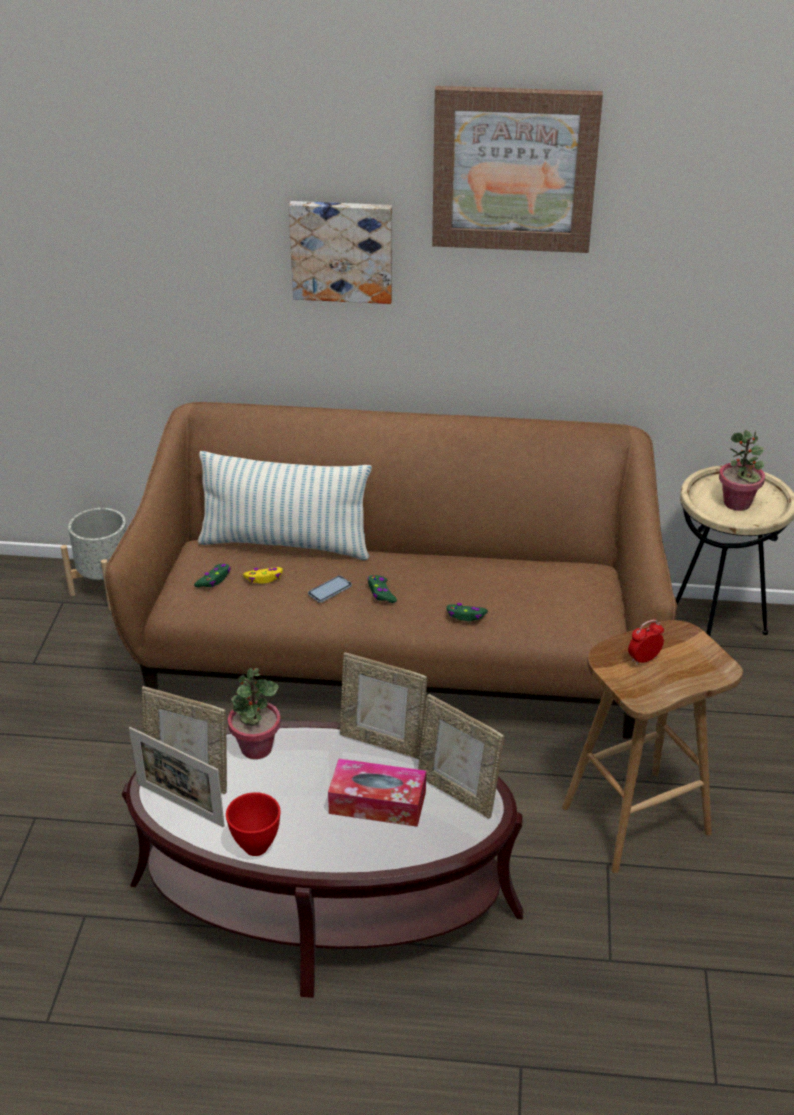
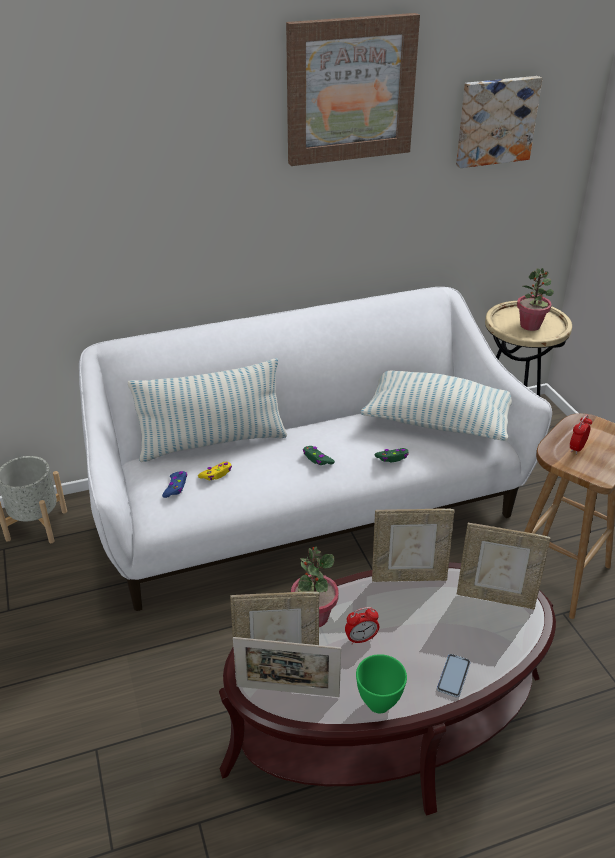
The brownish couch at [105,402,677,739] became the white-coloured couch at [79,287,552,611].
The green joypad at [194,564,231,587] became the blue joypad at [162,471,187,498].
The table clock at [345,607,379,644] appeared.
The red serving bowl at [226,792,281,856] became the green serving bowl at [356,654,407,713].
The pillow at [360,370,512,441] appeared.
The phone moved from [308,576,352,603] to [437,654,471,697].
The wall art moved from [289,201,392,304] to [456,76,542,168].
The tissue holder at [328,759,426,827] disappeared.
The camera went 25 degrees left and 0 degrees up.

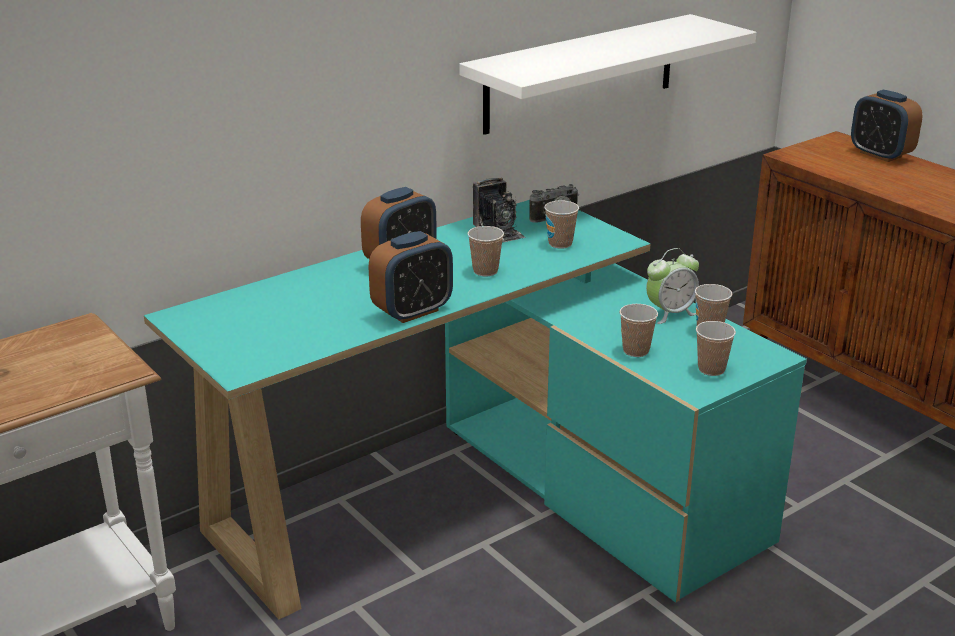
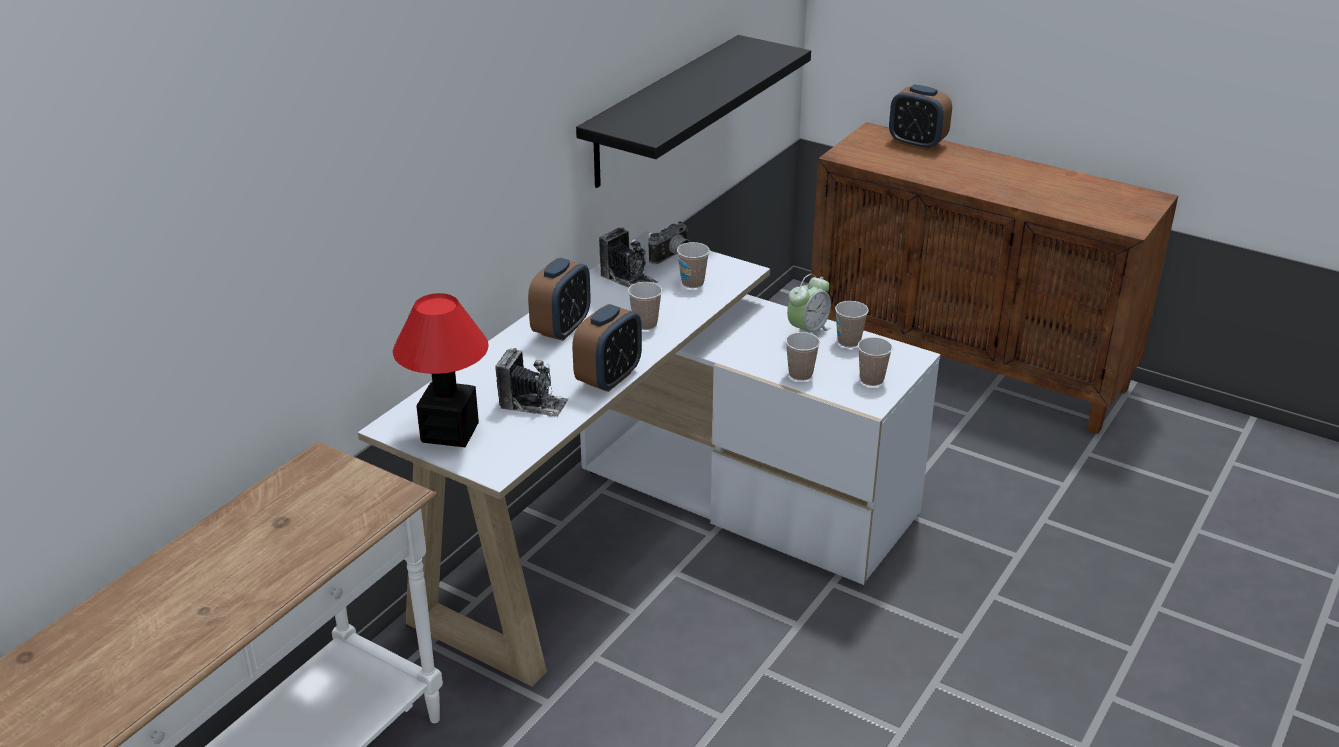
The turquoise desk unit at [144,200,807,619] became the white-coloured desk unit at [358,231,941,687].
The table lamp at [393,293,489,447] appeared.
The still camera at [495,348,569,417] appeared.
The white-coloured wall shelf at [459,14,757,135] became the blackish wall shelf at [576,35,811,188].
The camera went 20 degrees left and 5 degrees up.

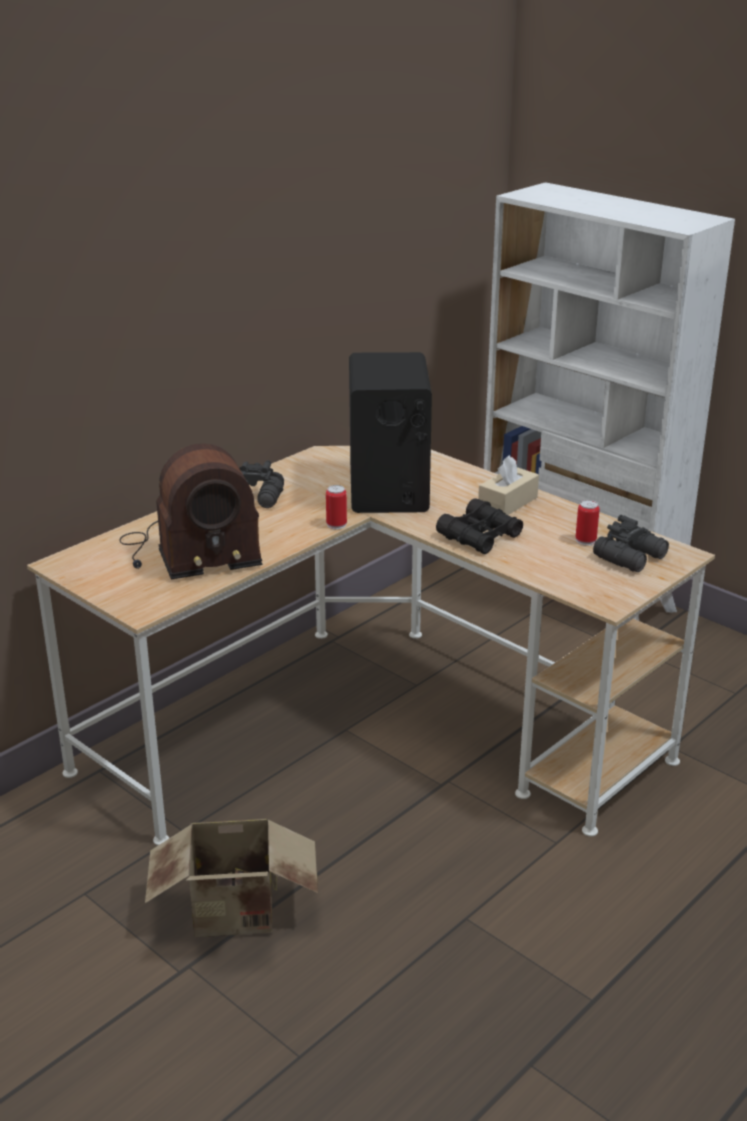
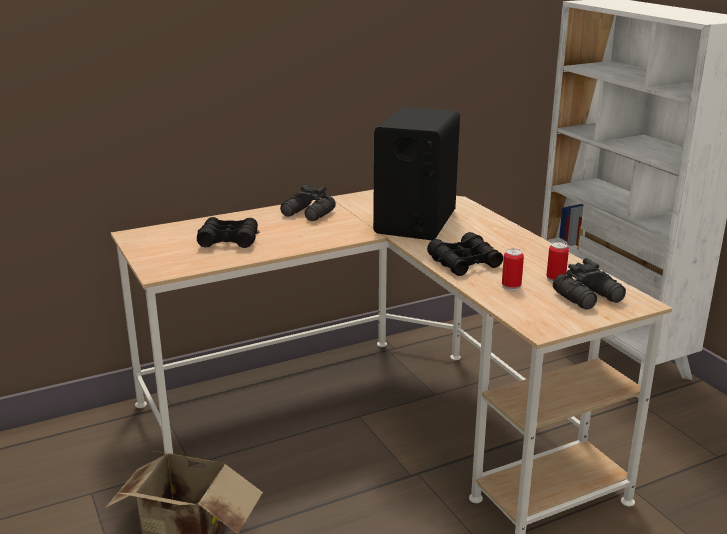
The radio set at [120,443,262,580] was replaced by the blackish pair of binoculars at [197,217,258,248].
The can moved from [326,485,347,529] to [502,248,524,291].
The beige tissue holder at [478,455,539,515] disappeared.
The camera went 20 degrees right and 5 degrees down.

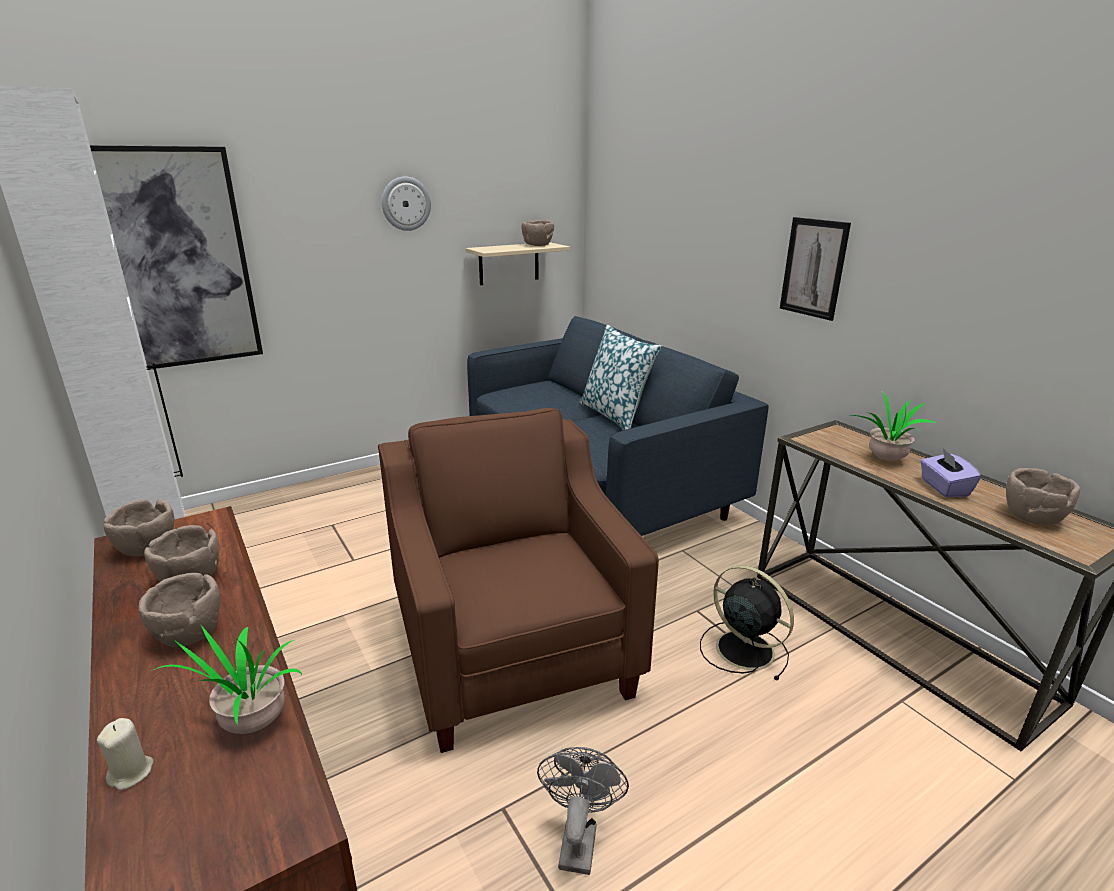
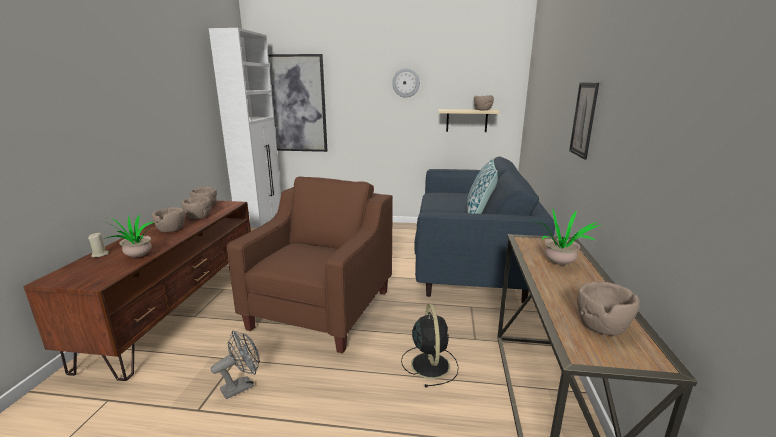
The purplish tissue holder at [920,448,981,497] disappeared.
The camera went 40 degrees right and 5 degrees down.

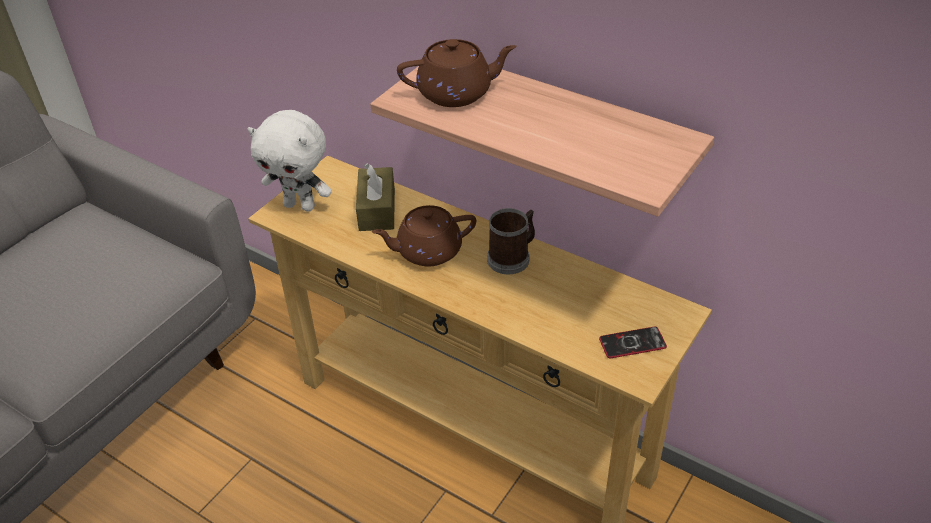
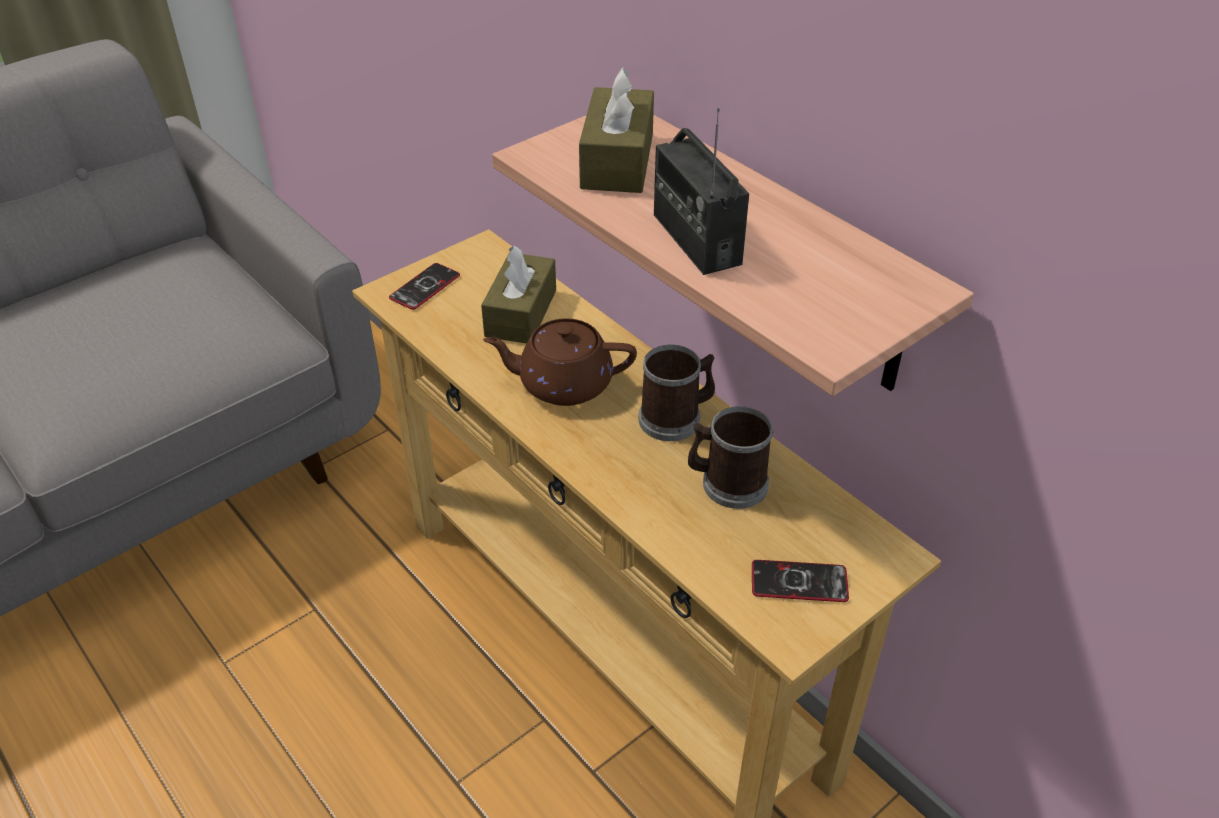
The white-coloured soft toy at [248,110,332,212] was replaced by the phone at [389,263,460,310].
The brownish teapot at [397,39,517,107] was replaced by the brownish tissue holder at [579,67,654,193].
The radio set at [654,108,749,275] appeared.
The coffee mug at [688,406,774,509] appeared.
The camera went 15 degrees right and 0 degrees up.

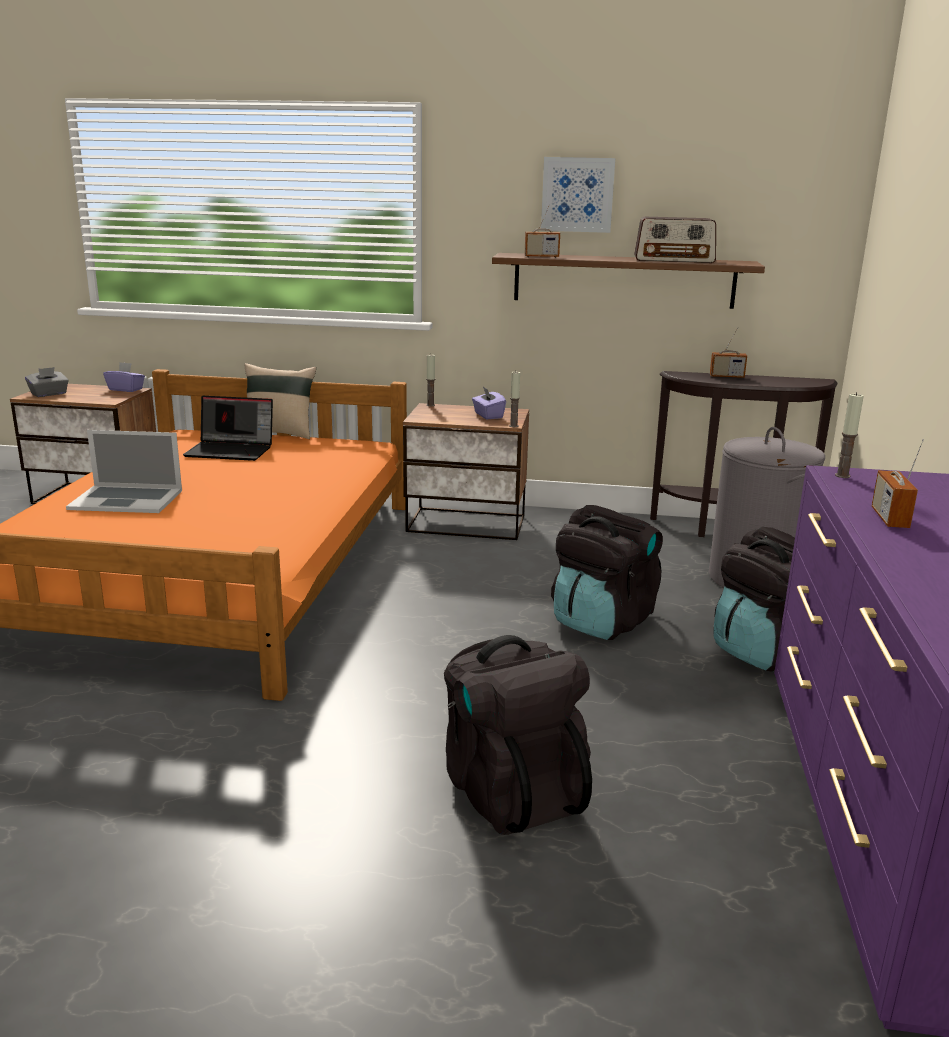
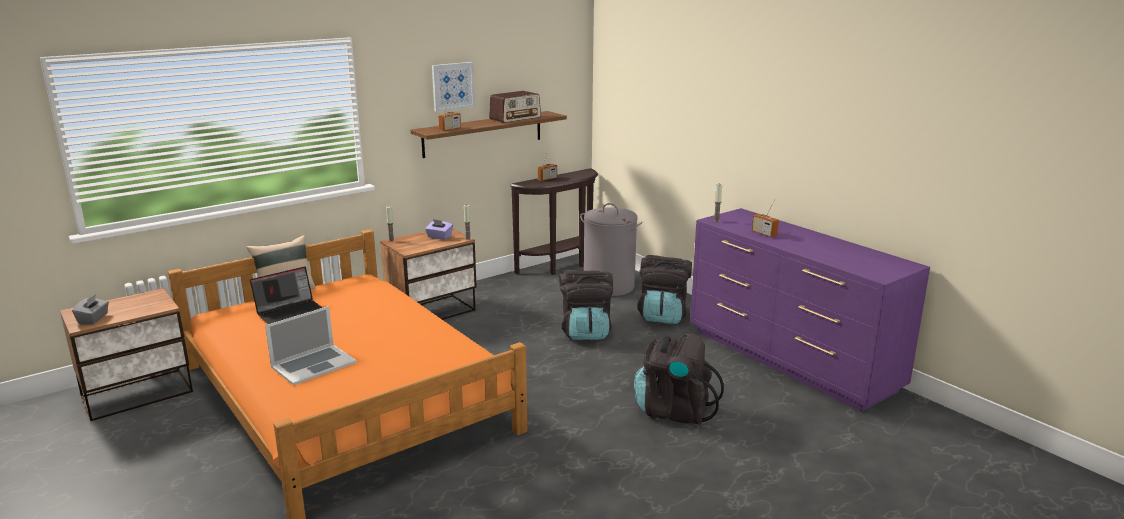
The purplish tissue holder at [103,362,145,392] disappeared.
The camera went 45 degrees left and 0 degrees up.

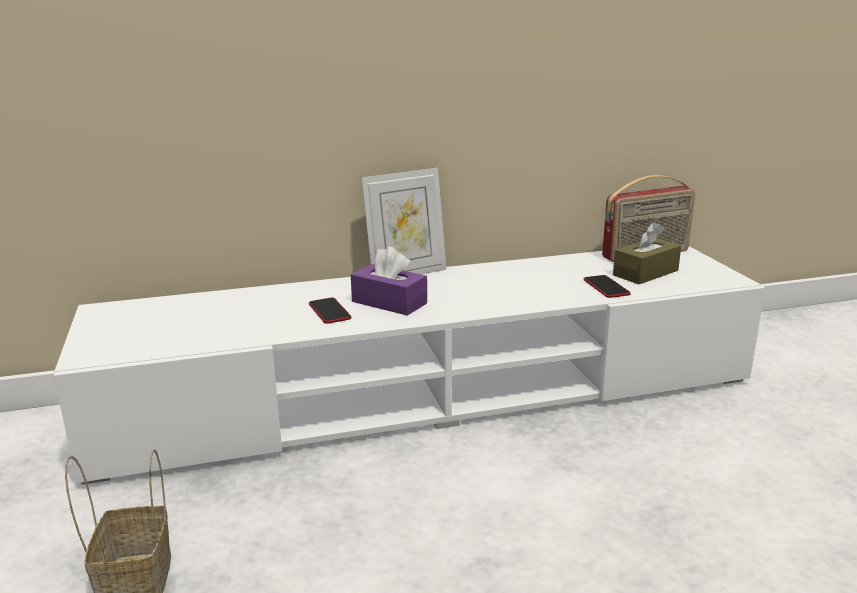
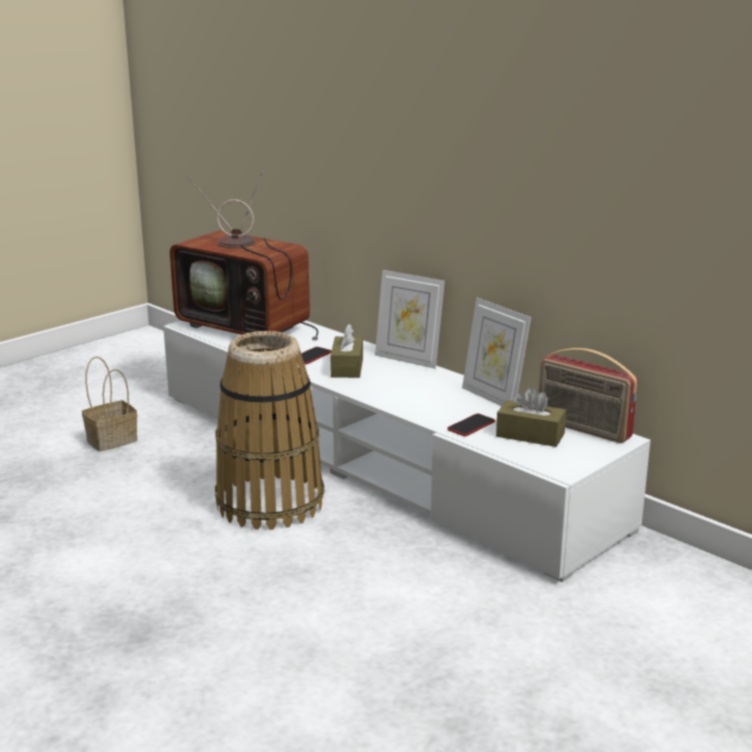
The television at [170,167,318,341] appeared.
The household basket at [215,331,324,530] appeared.
The purplish tissue holder at [351,246,427,315] became the brownish tissue holder at [331,324,363,378].
The photo frame at [462,298,531,406] appeared.
The camera went 60 degrees right and 0 degrees up.

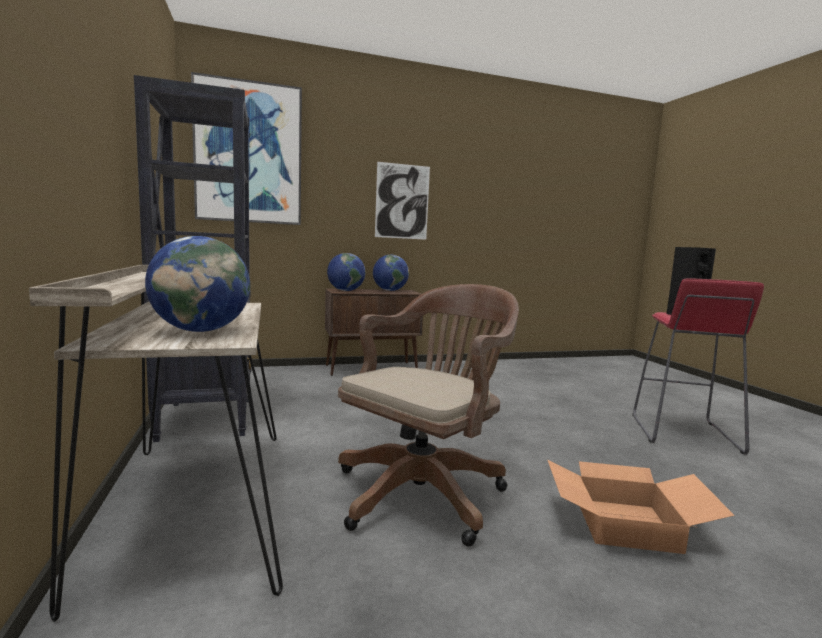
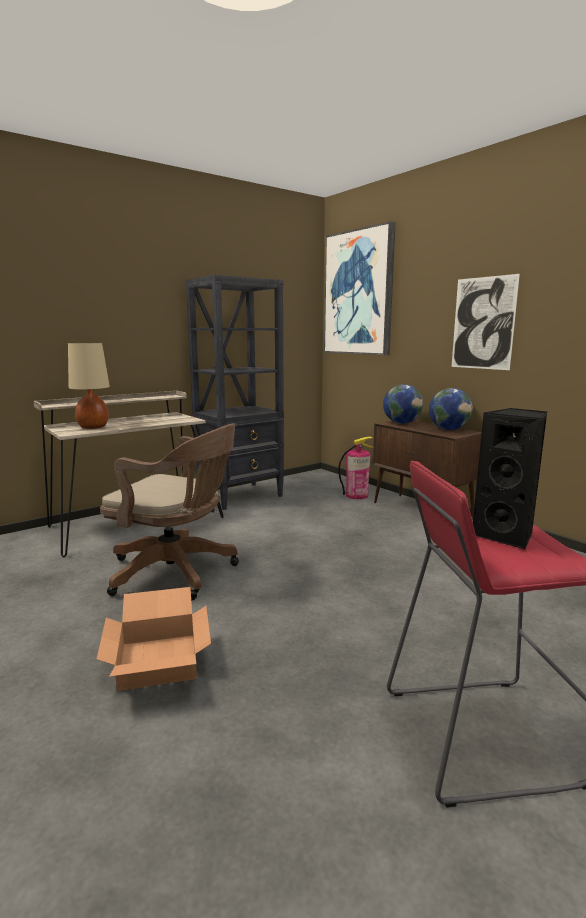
The globe at [145,236,250,332] was replaced by the beige table lamp at [68,343,110,429].
The fire extinguisher at [338,437,373,499] appeared.
The camera went 70 degrees right and 5 degrees up.

